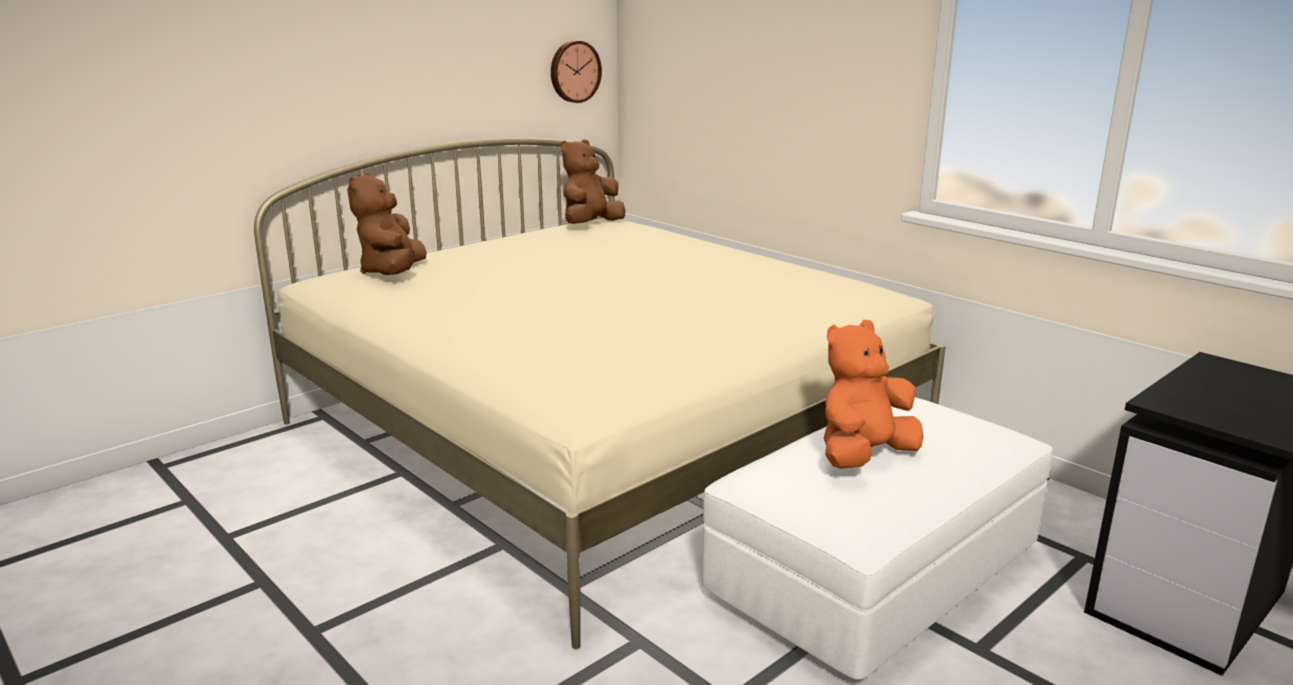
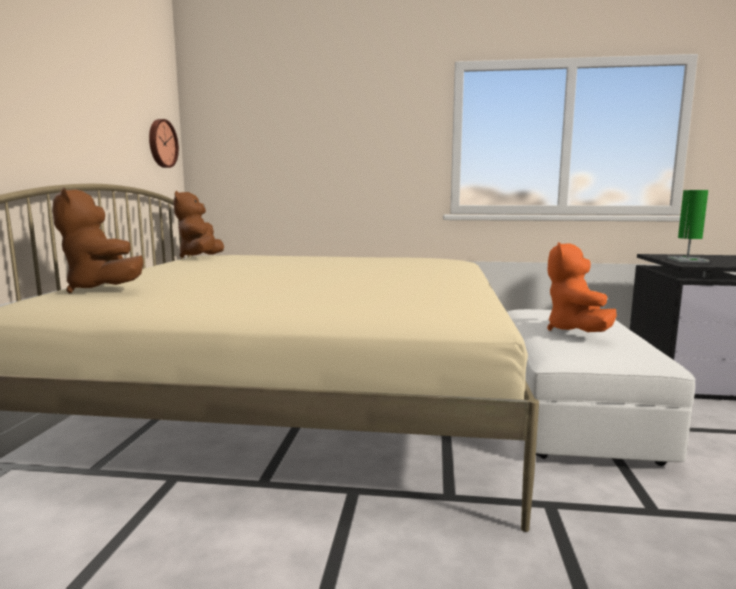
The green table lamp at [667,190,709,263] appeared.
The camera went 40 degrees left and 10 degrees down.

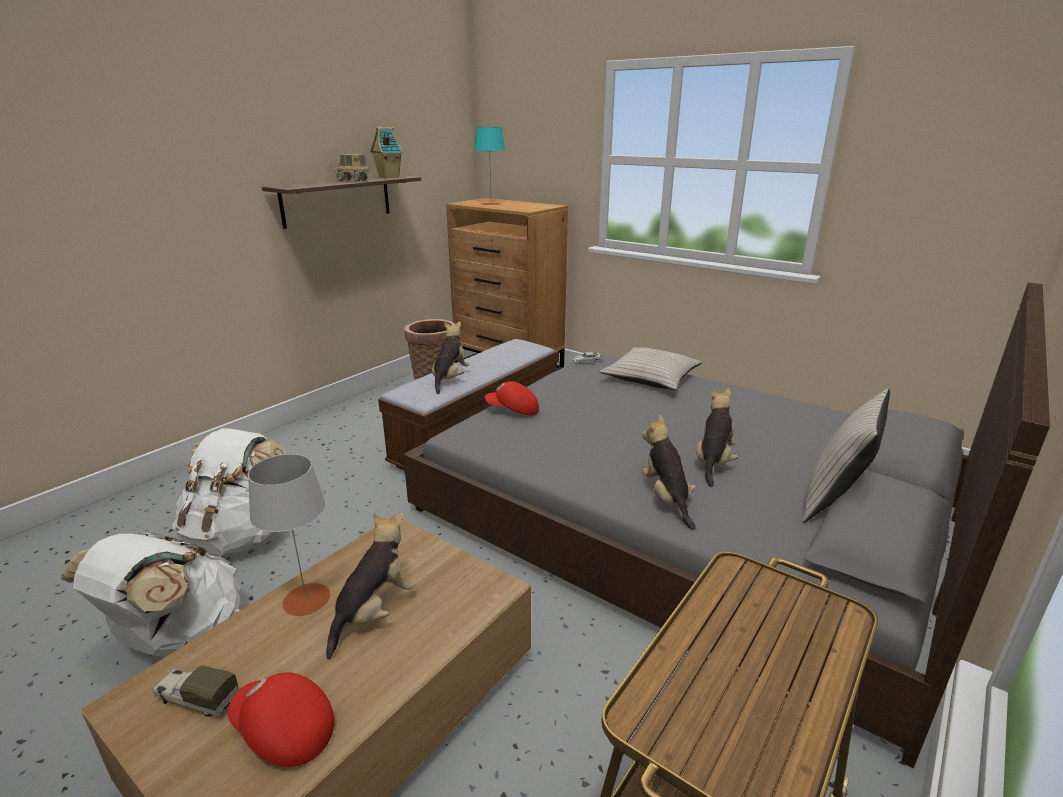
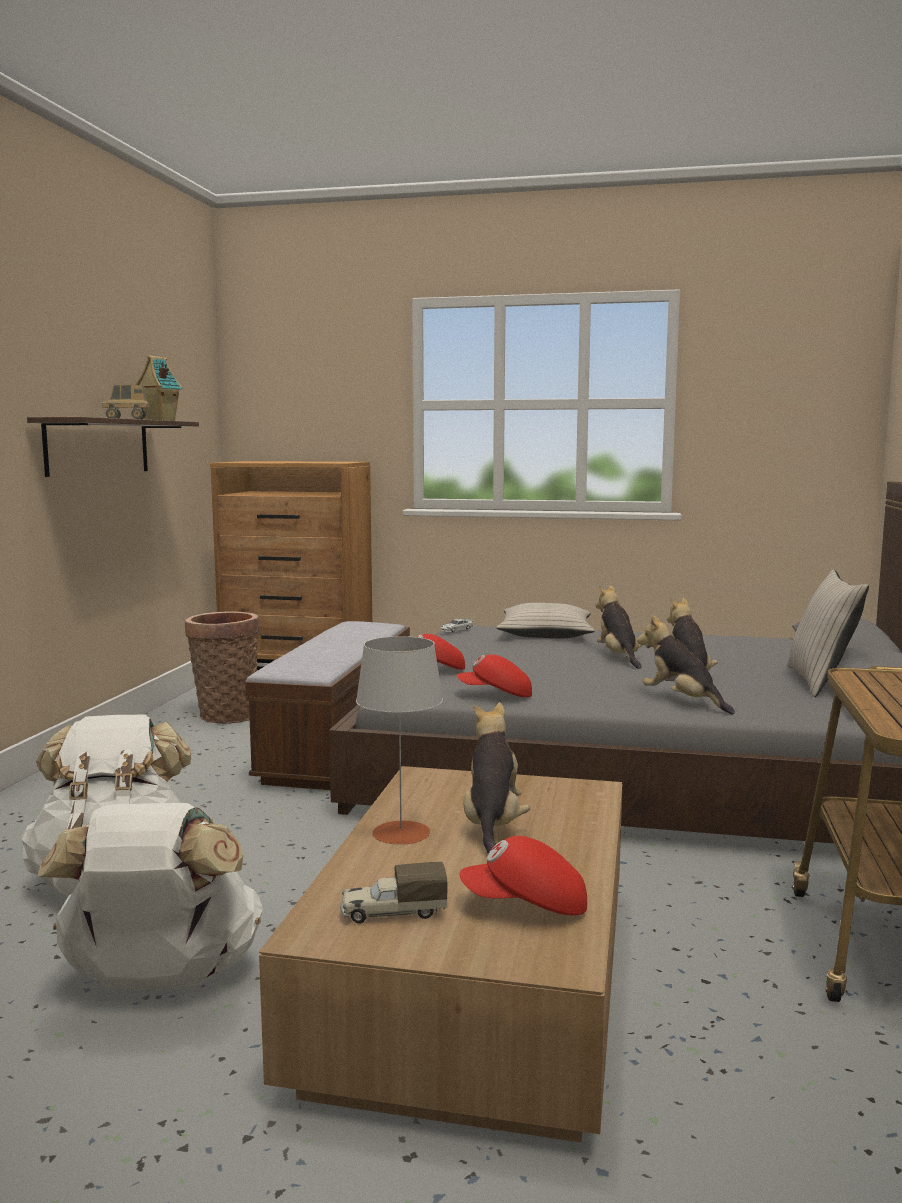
The red cap at [456,654,532,698] appeared.
The soft toy moved from [432,321,469,394] to [595,585,643,669].
The turquoise table lamp at [474,127,505,205] disappeared.
The camera went 25 degrees left and 15 degrees down.

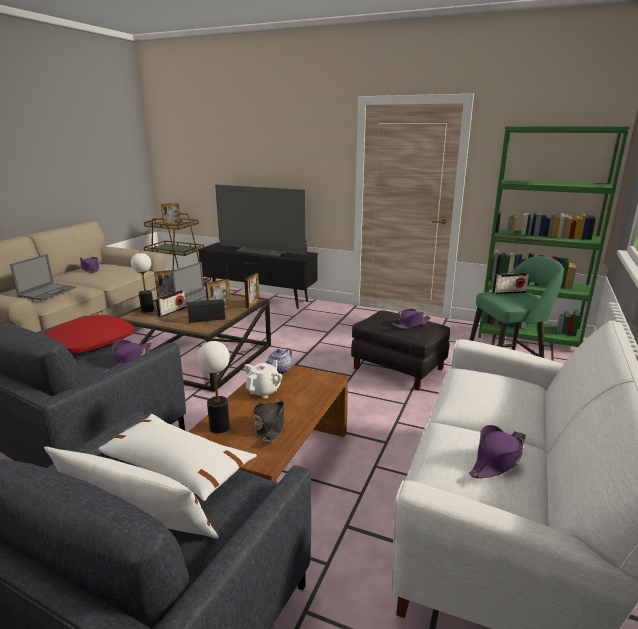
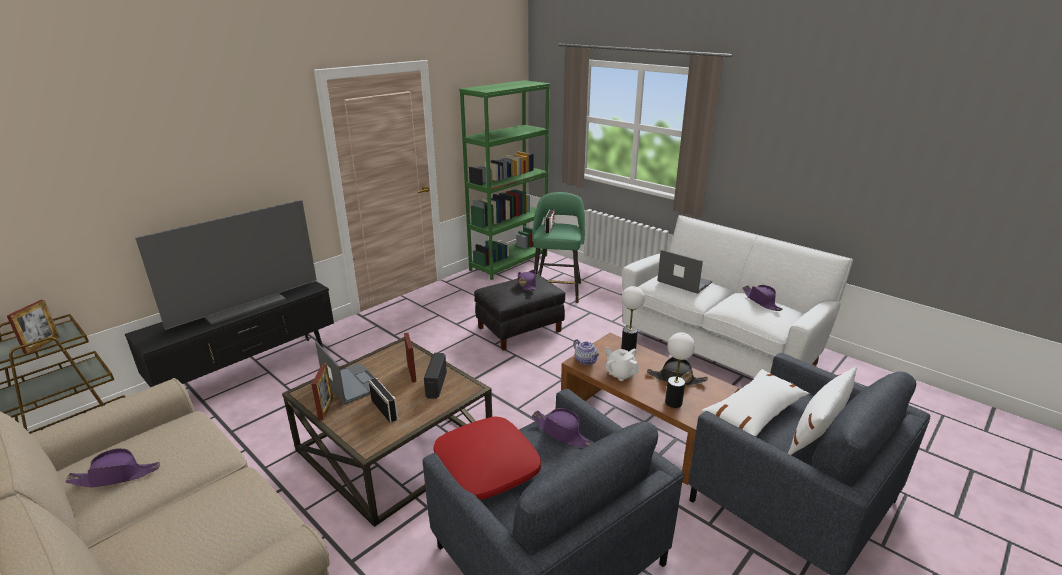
The table lamp moved from [131,253,154,312] to [621,286,645,351].
The notebook computer moved from [10,254,76,300] to [657,250,712,294].
The photo frame at [244,273,260,309] disappeared.
The camera went 70 degrees left and 5 degrees up.

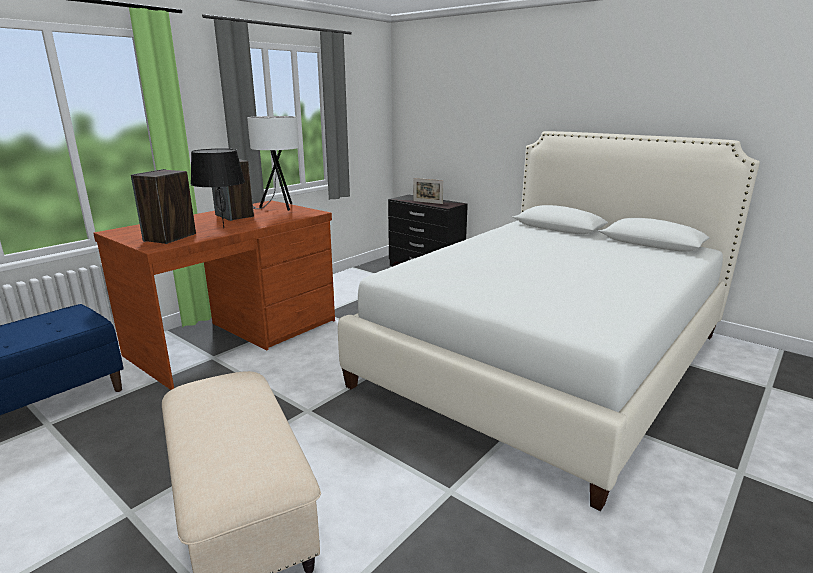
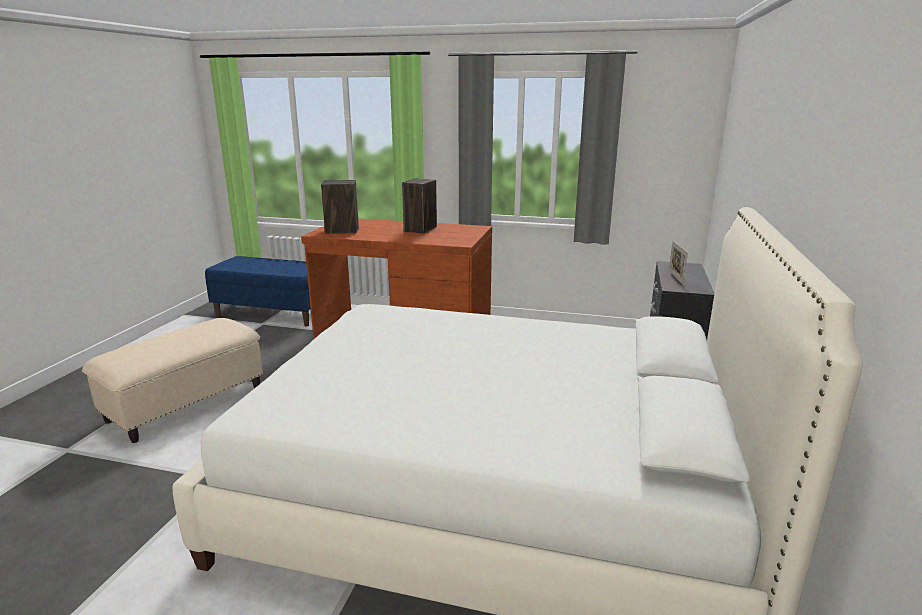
The blackish table lamp at [191,149,245,227] disappeared.
The white-coloured table lamp at [247,116,299,211] disappeared.
The camera went 65 degrees right and 0 degrees up.

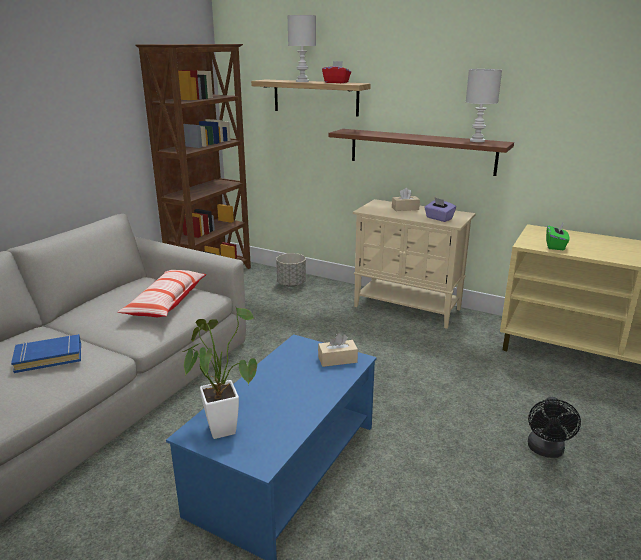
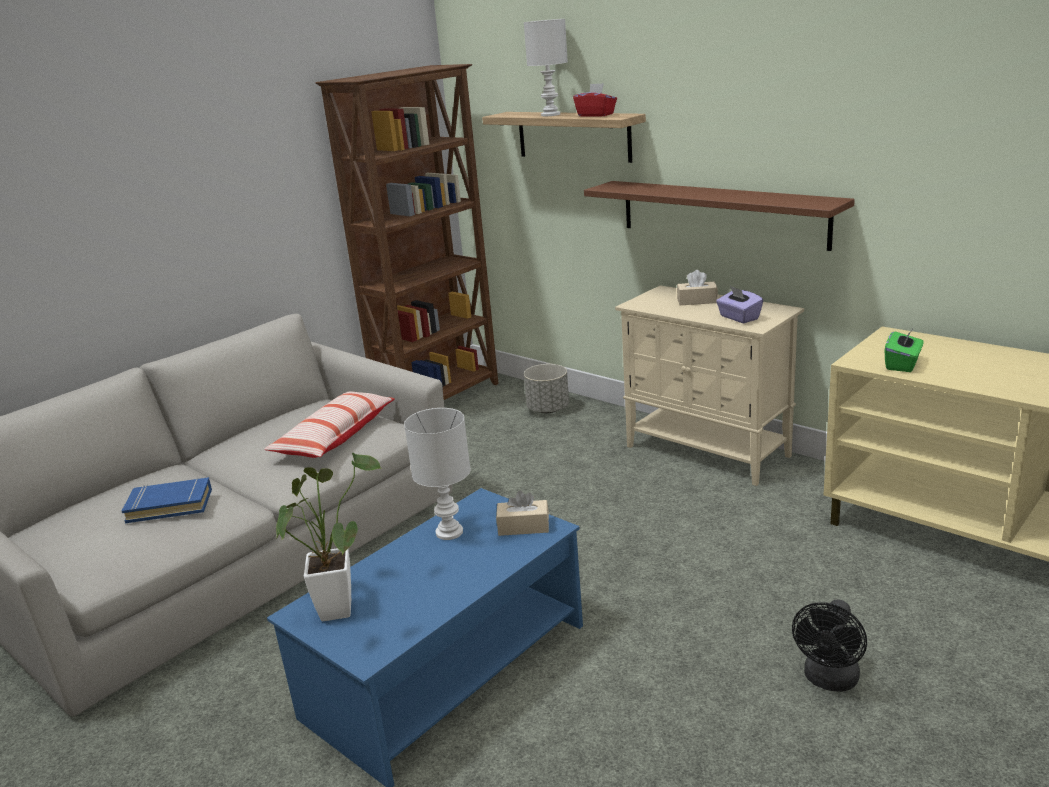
The white-coloured table lamp moved from [466,69,502,142] to [404,408,471,540].
The camera went 15 degrees right and 0 degrees up.

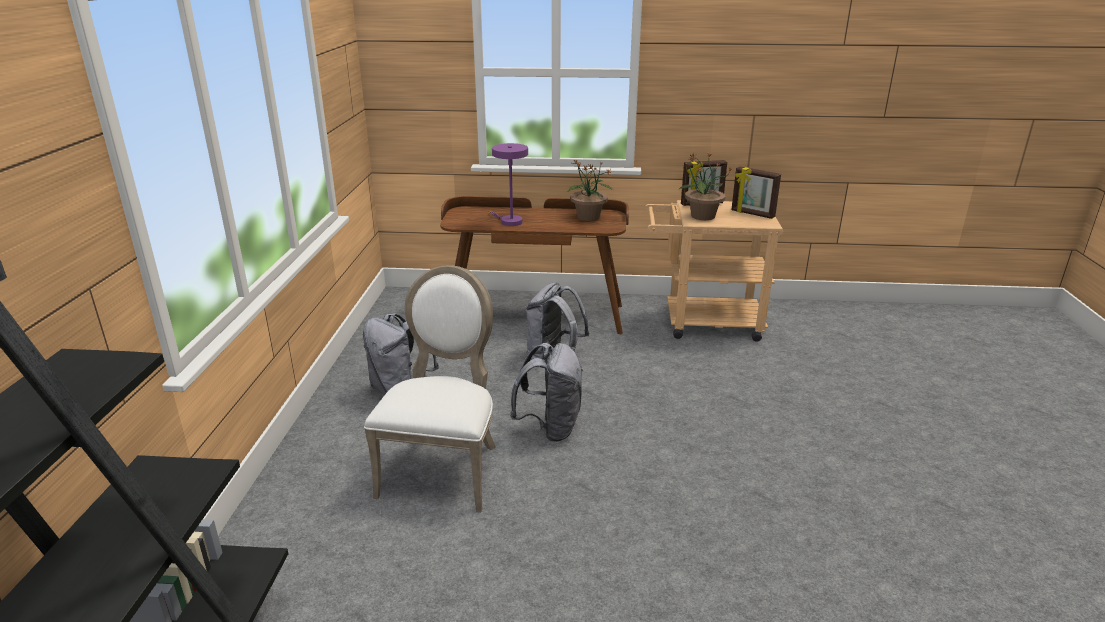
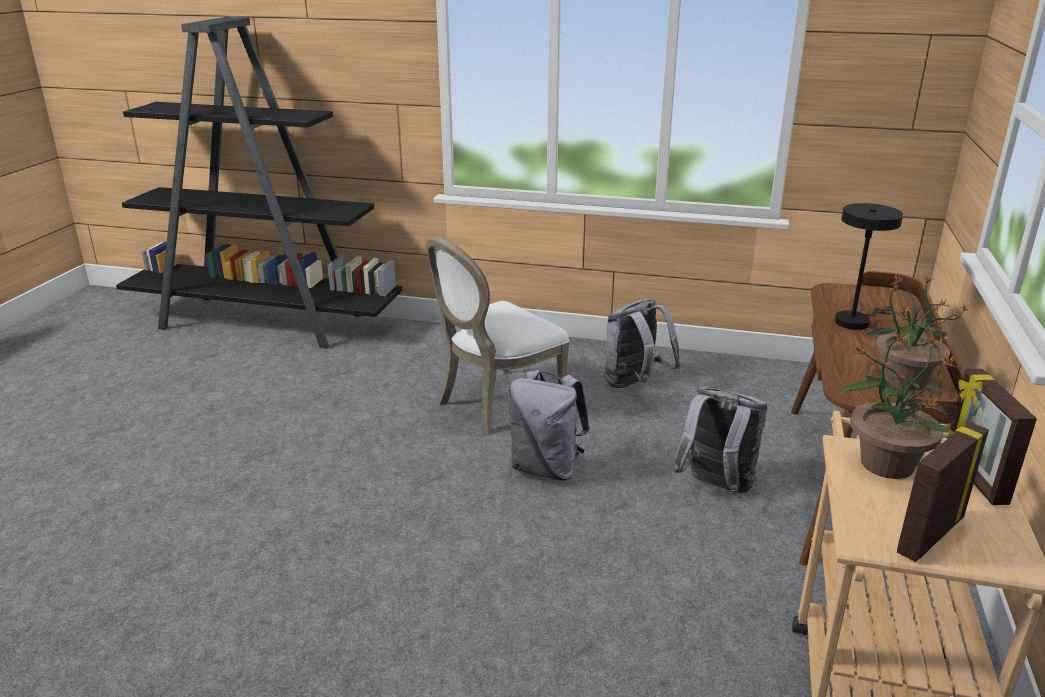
The white-coloured plain chair at [364,265,496,512] turned 120 degrees clockwise.
The purplish table lamp at [489,143,528,226] became the blackish table lamp at [835,203,903,330].
The camera went 100 degrees right and 0 degrees up.

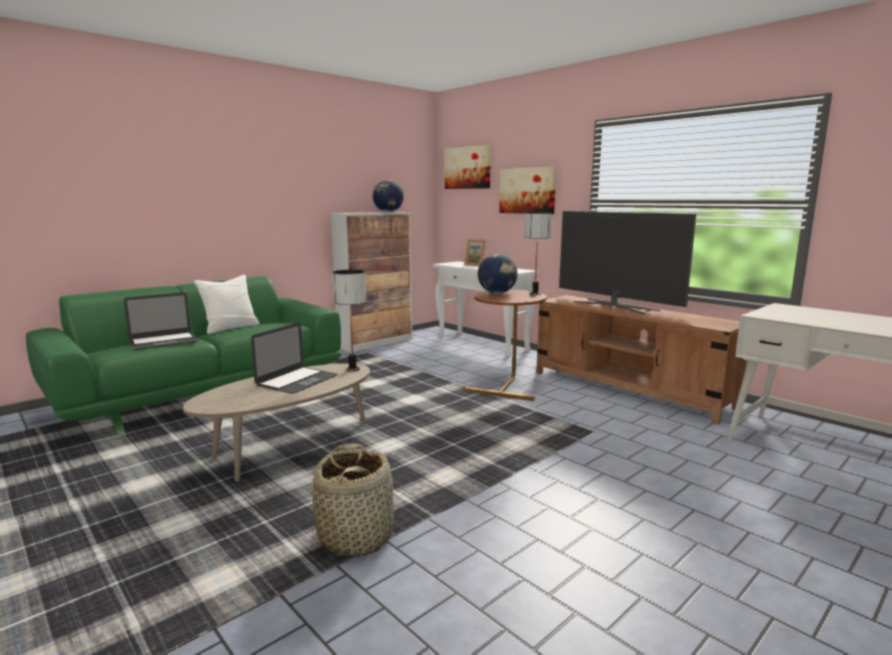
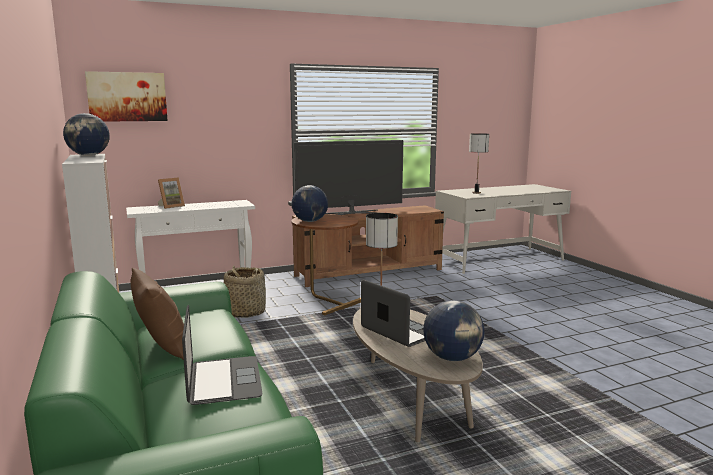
The white-coloured pillow at [194,275,260,334] became the brownish pillow at [131,267,184,360].
The household basket moved from [312,443,394,557] to [224,266,266,318].
The globe at [423,300,485,361] appeared.
The table lamp moved from [524,213,551,295] to [469,133,489,194].
The wall art at [499,167,556,214] disappeared.
The camera went 70 degrees left and 0 degrees up.

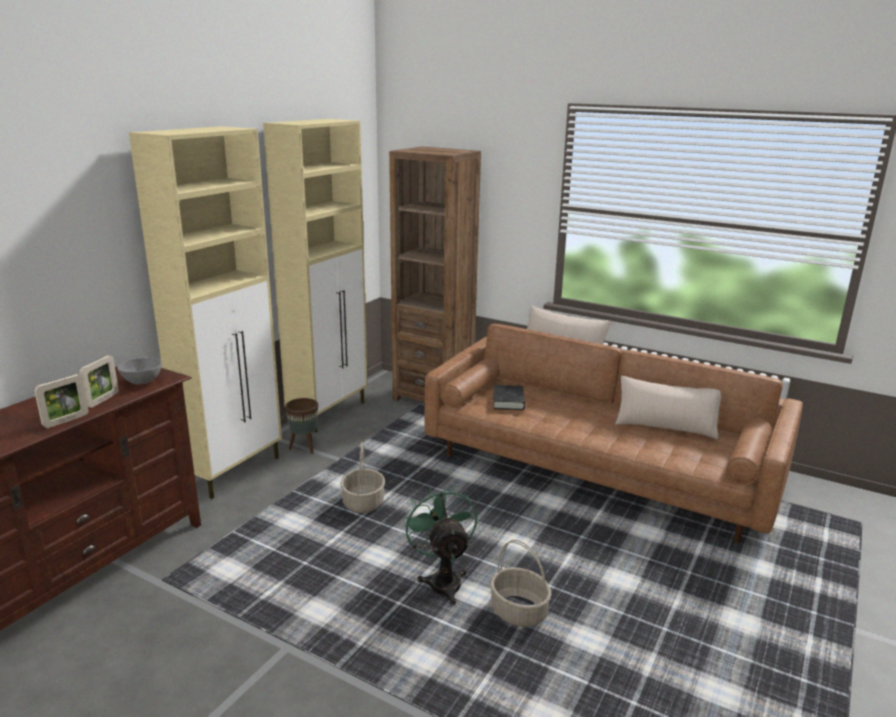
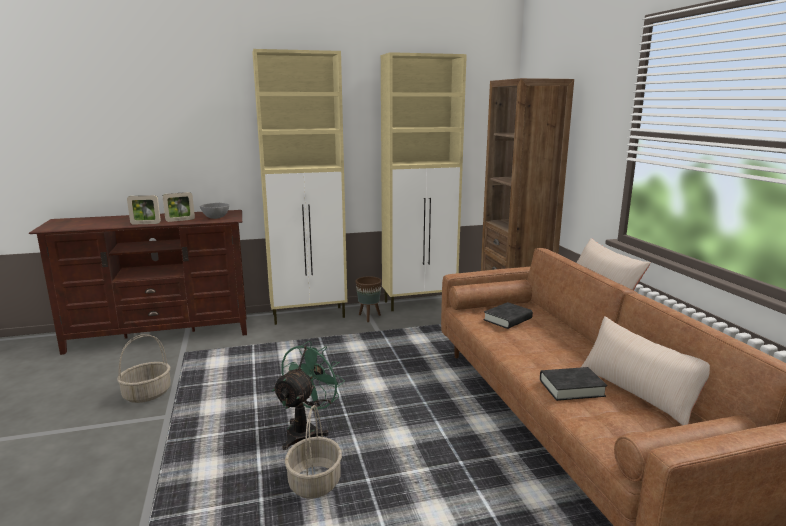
The household basket moved from [340,442,385,513] to [117,334,171,403].
The blackish bound book at [540,367,607,401] appeared.
The camera went 45 degrees right and 5 degrees down.

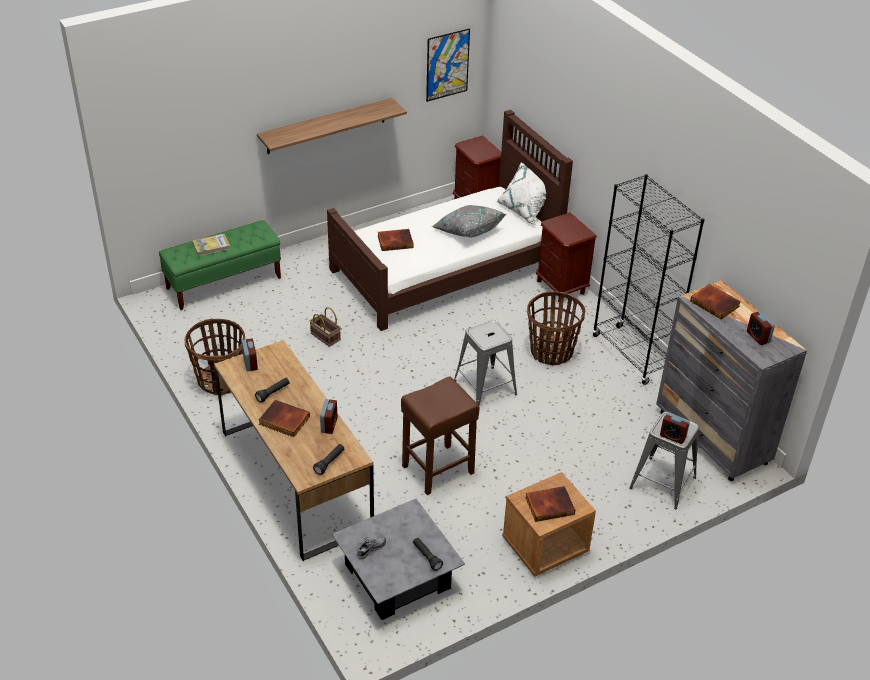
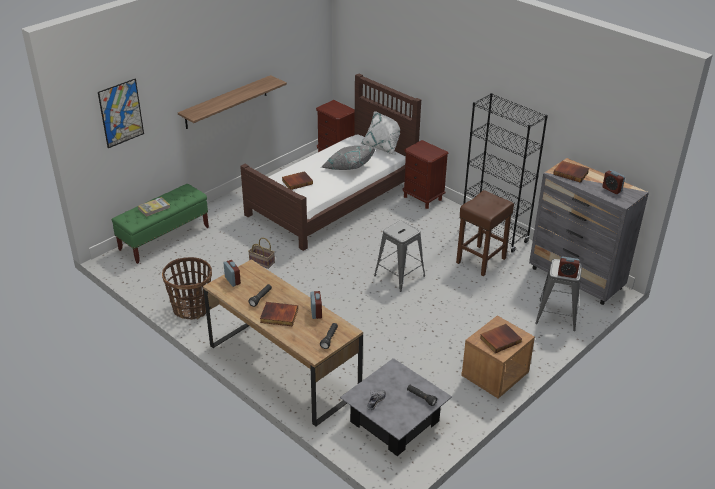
The wall art moved from [426,28,470,102] to [98,79,144,148].
The brownish sitting stool moved from [401,376,480,495] to [456,190,514,276].
The household basket at [527,291,585,365] disappeared.
The camera went 15 degrees left and 5 degrees down.

